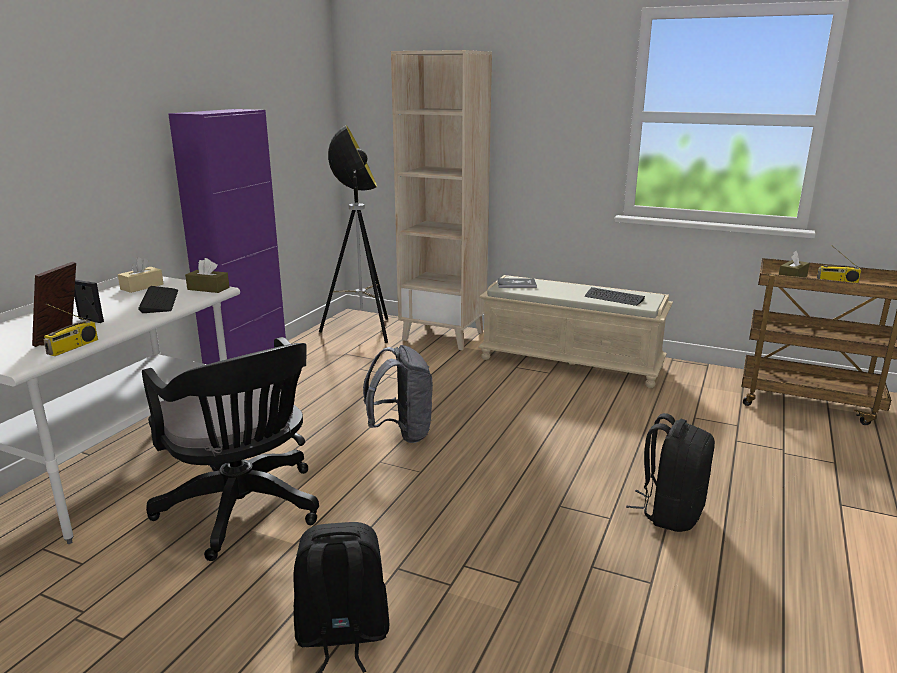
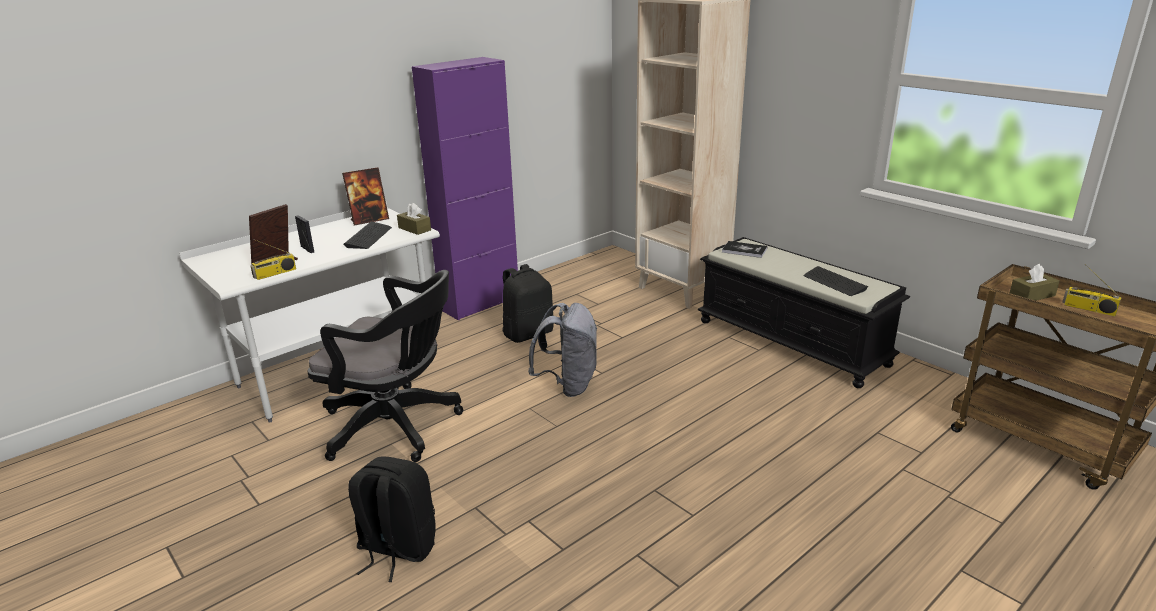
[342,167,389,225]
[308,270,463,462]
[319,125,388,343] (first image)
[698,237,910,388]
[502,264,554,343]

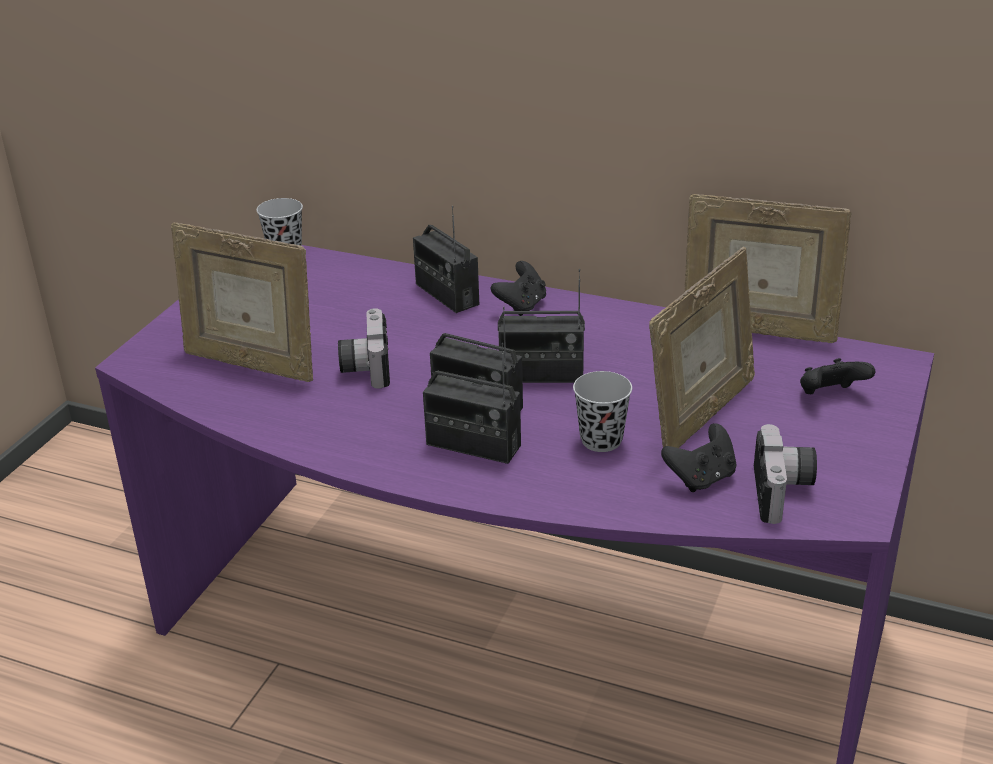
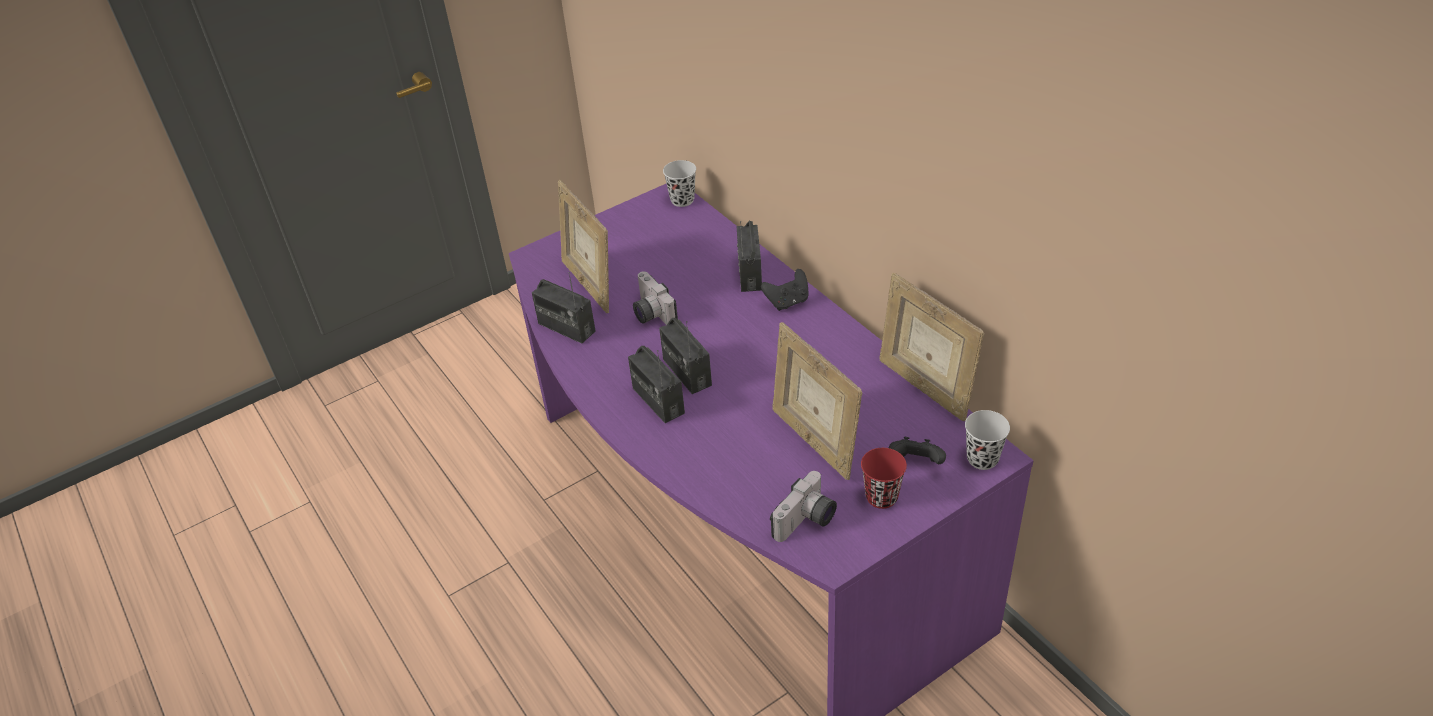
[633,271,678,325]
[532,272,596,344]
[965,410,1010,470]
[772,322,862,480]
[661,423,736,492] (first image)
[861,448,907,509]

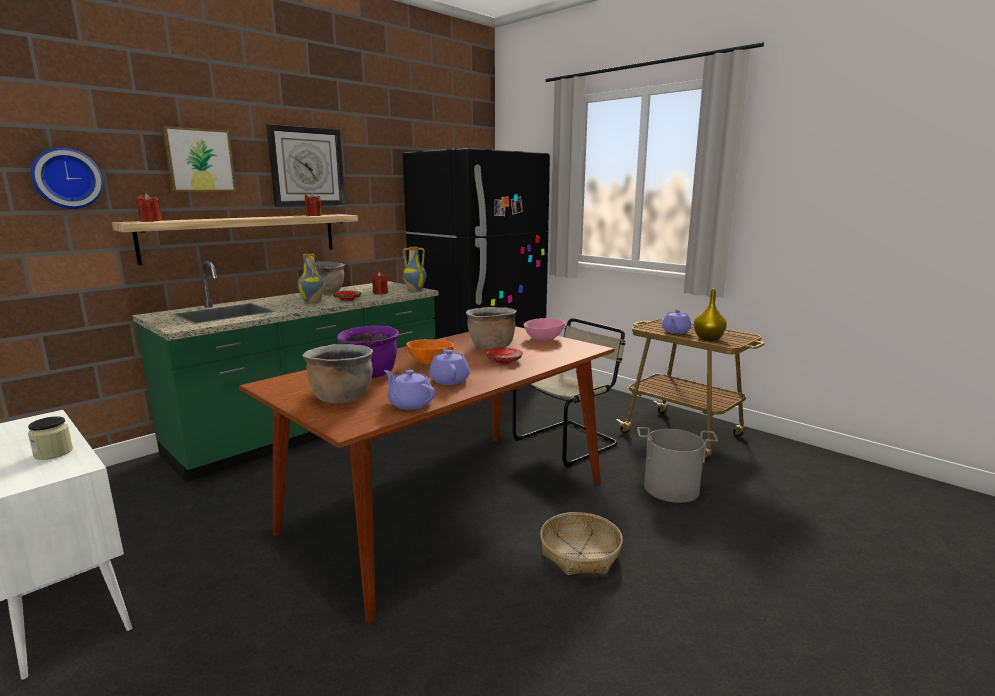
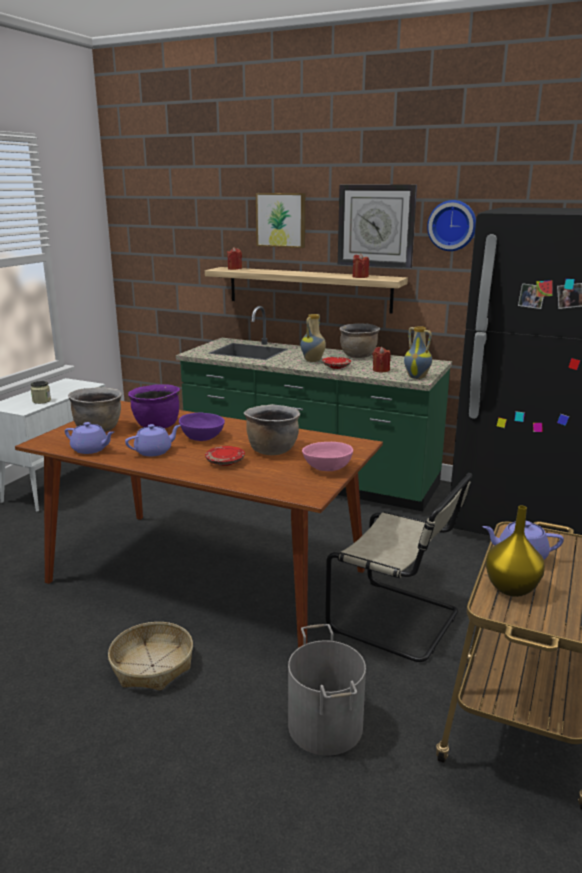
[427,200,476,251]
[65,422,114,454]
[179,413,225,441]

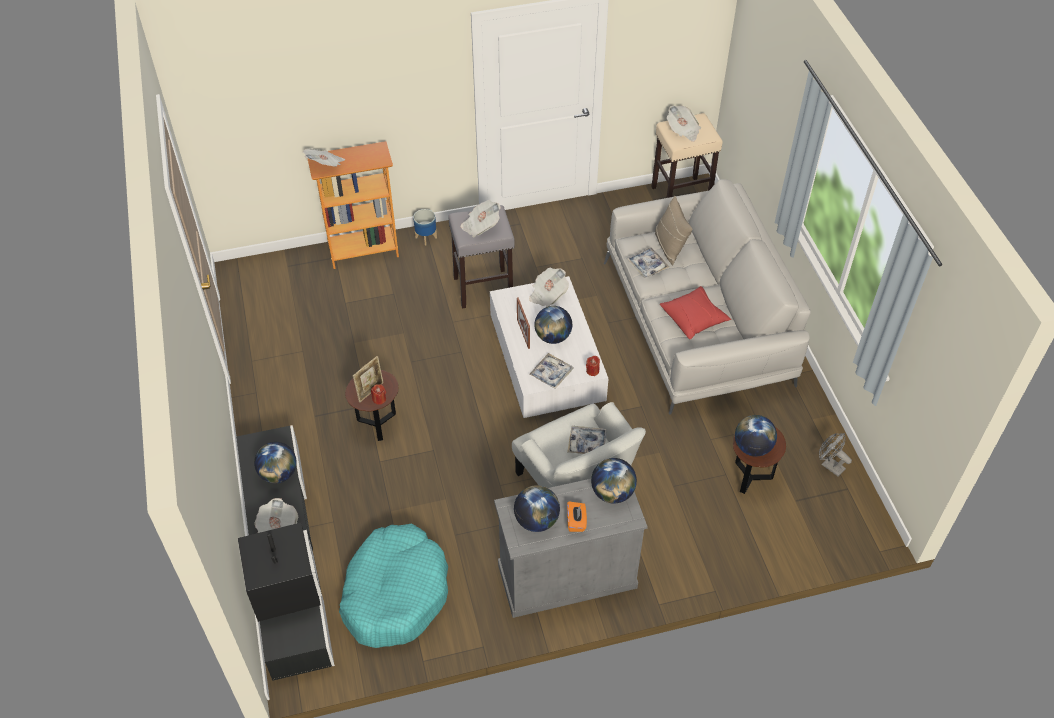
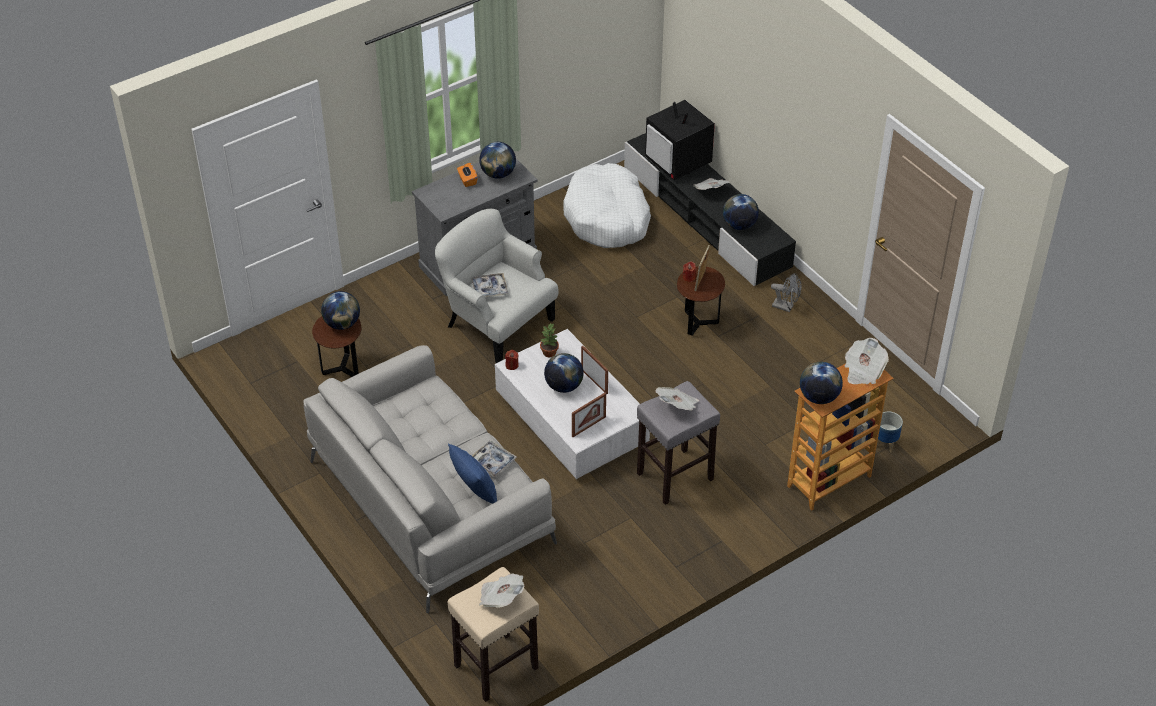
[564,163,651,248]
[877,412,903,453]
[572,393,606,437]
[540,324,559,357]
[800,362,843,404]
[448,444,497,503]
[660,286,731,339] (first image)
[771,273,802,312]

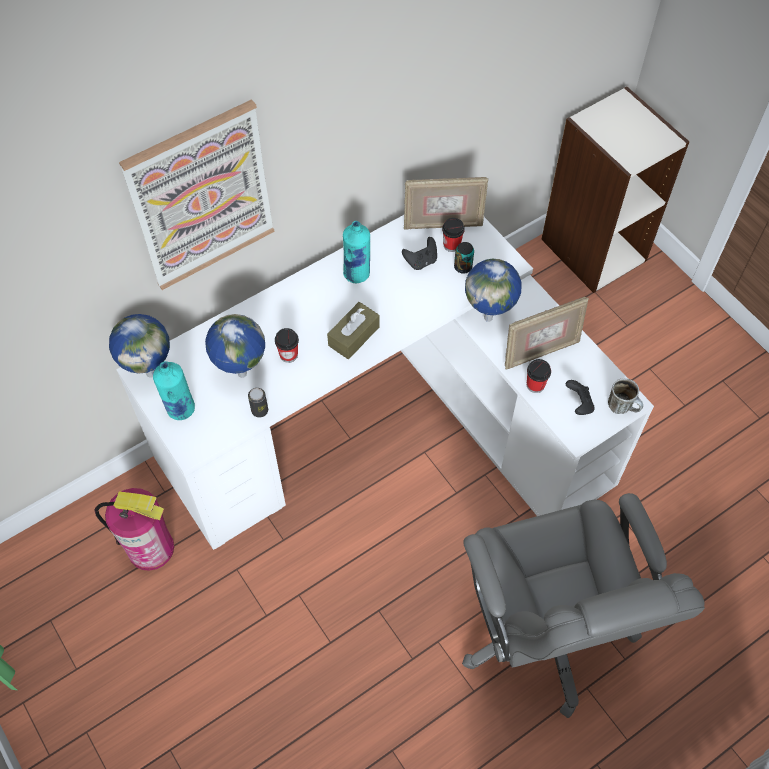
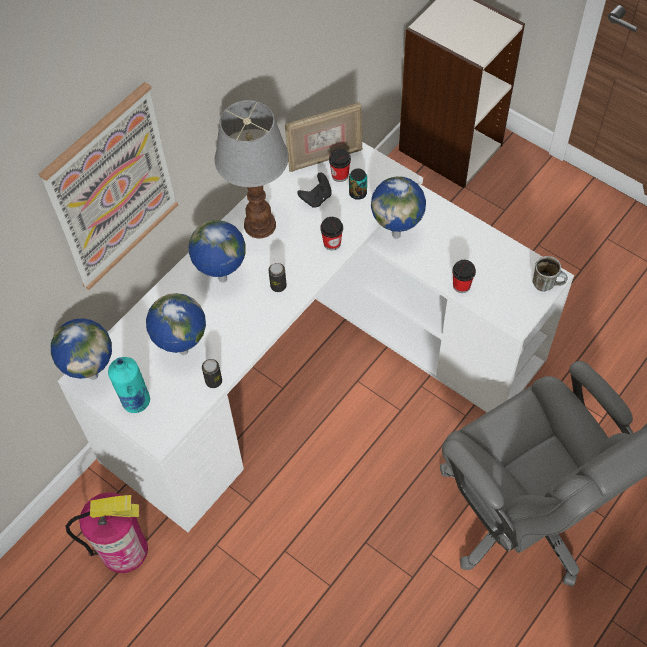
[320,217,343,250]
[268,263,287,292]
[214,100,289,239]
[505,297,588,370] (first image)
[566,380,594,415] (first image)
[188,220,246,282]

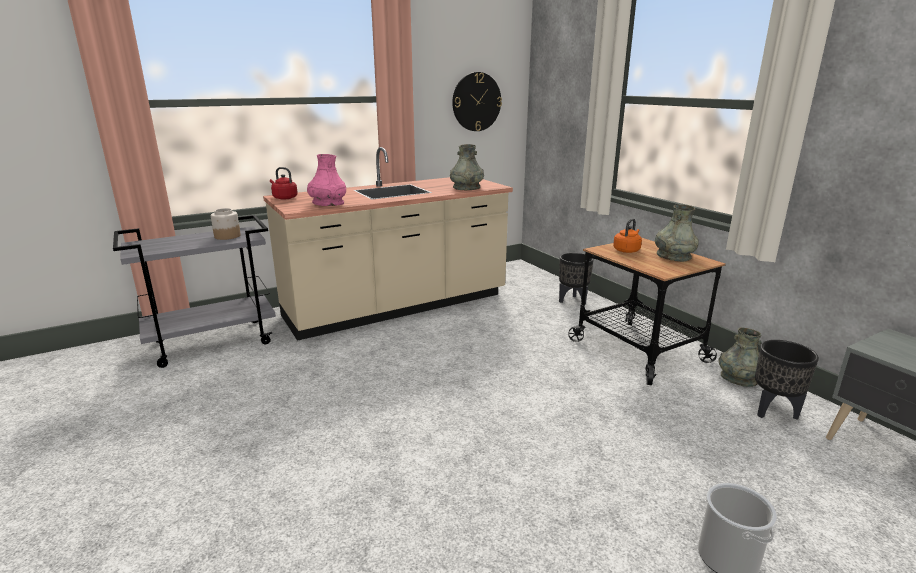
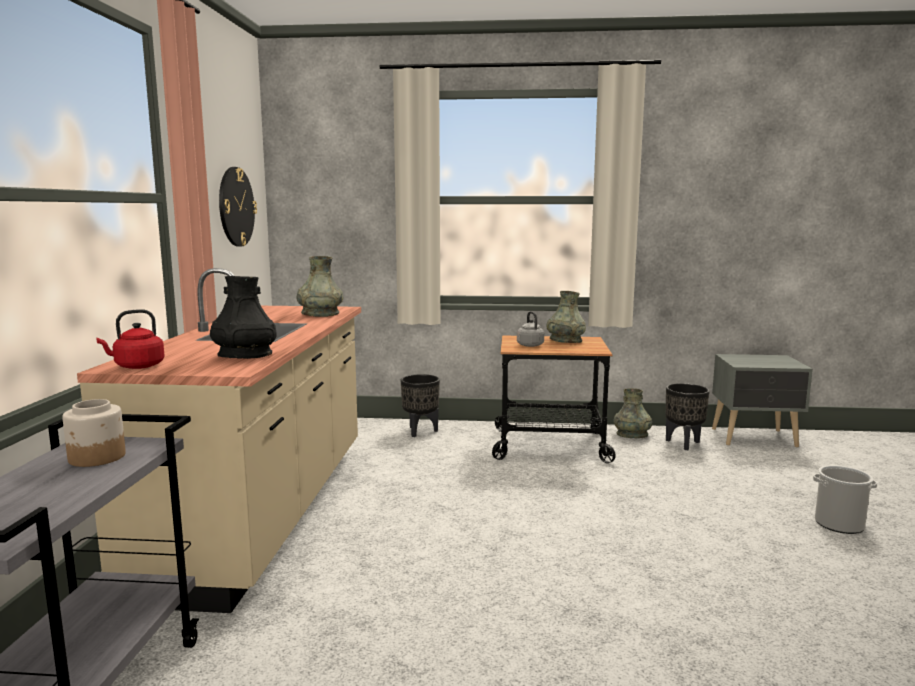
[210,276,277,359]
[517,311,544,347]

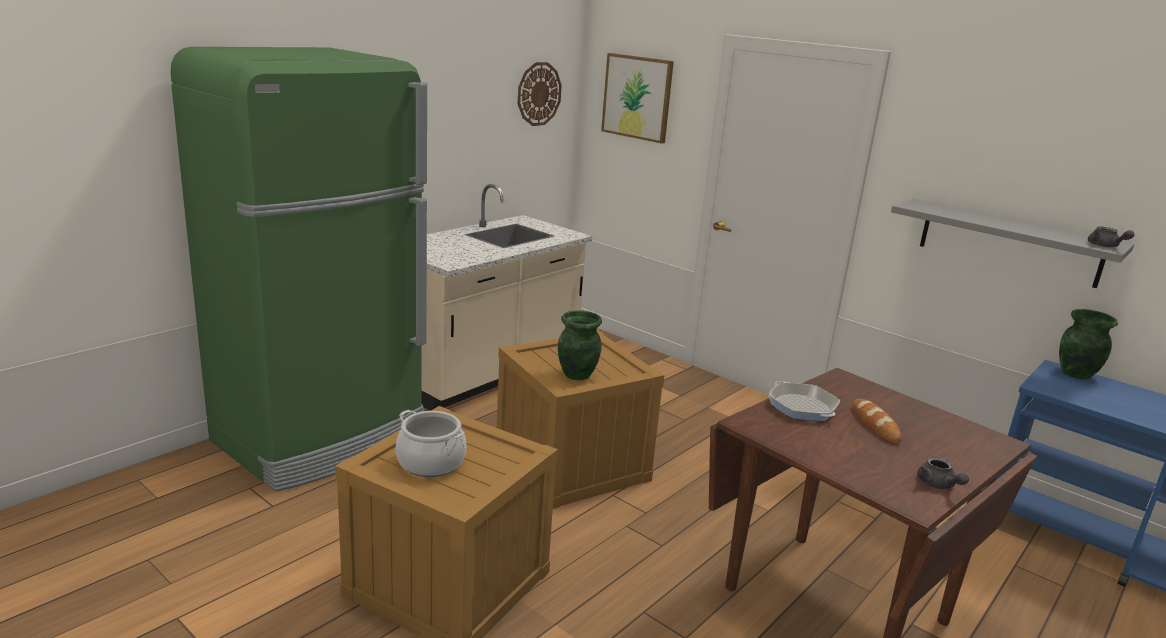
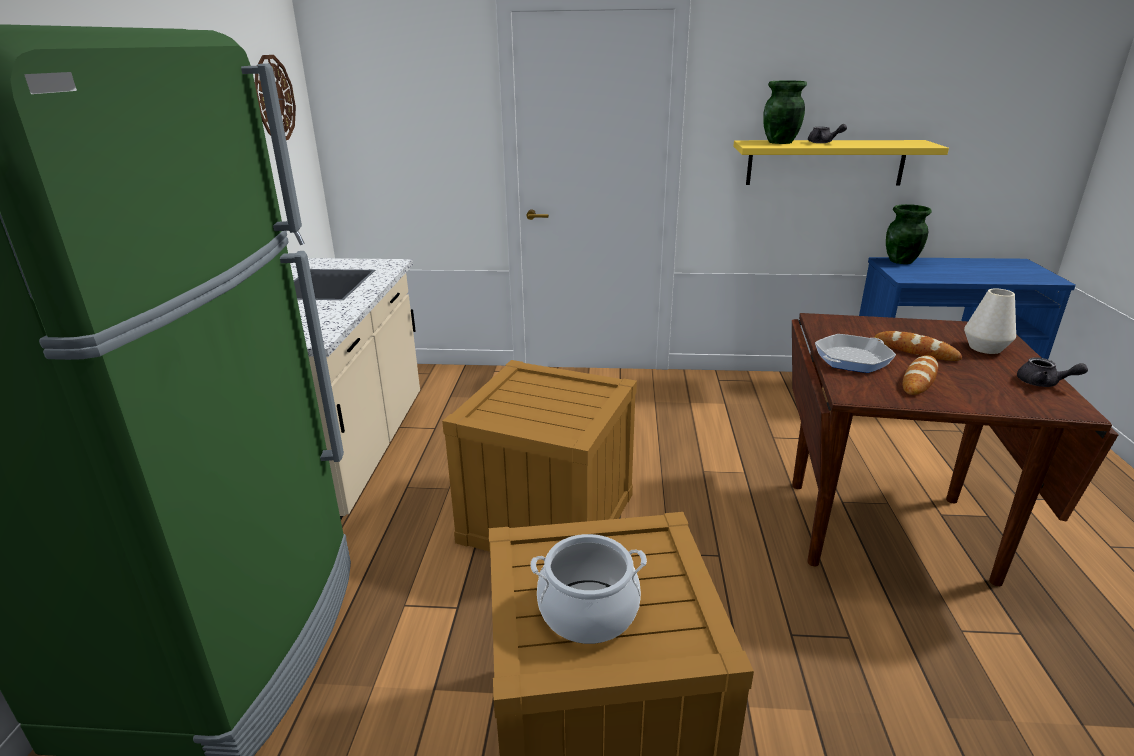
[763,80,807,144]
[601,53,674,144] (first image)
[815,334,896,373]
[733,140,949,186]
[808,124,847,143]
[903,355,938,395]
[964,288,1016,354]

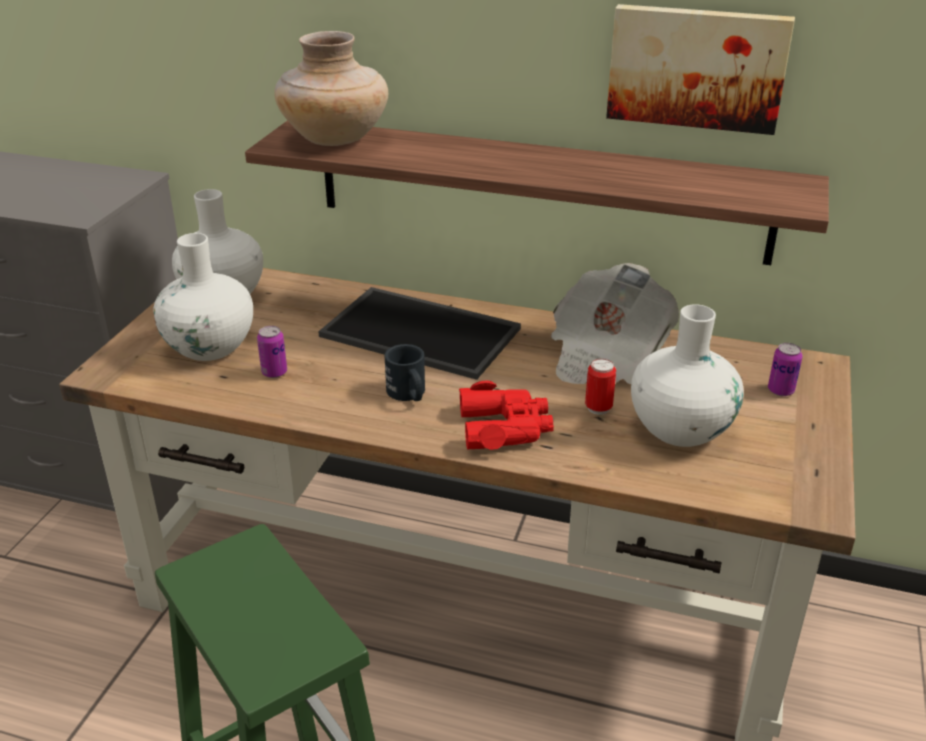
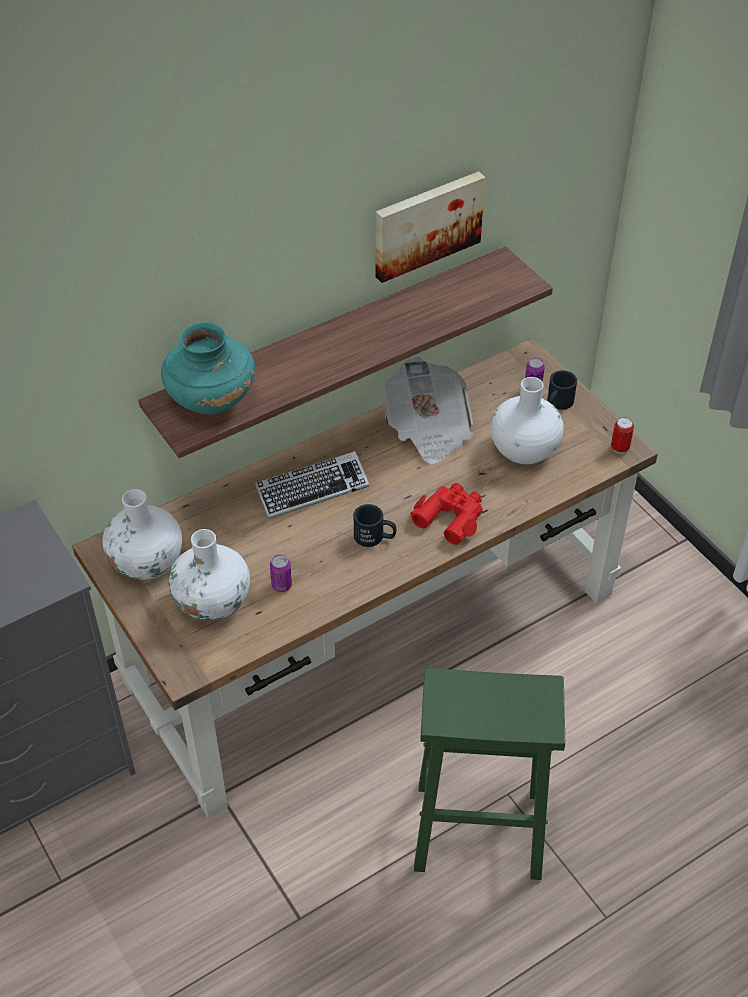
[161,322,255,415]
[255,451,369,519]
[611,417,634,454]
[547,370,577,410]

